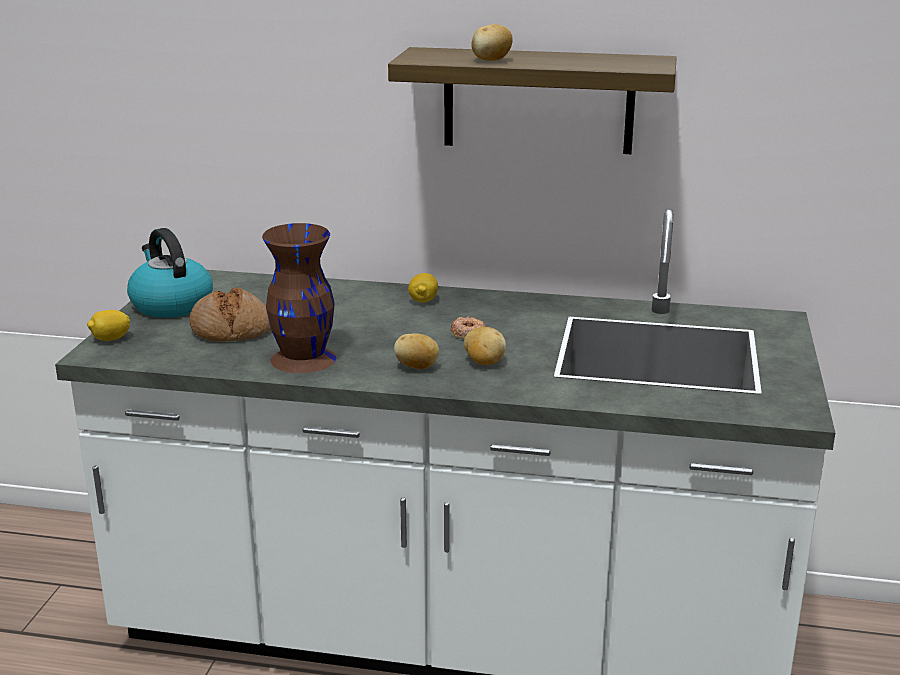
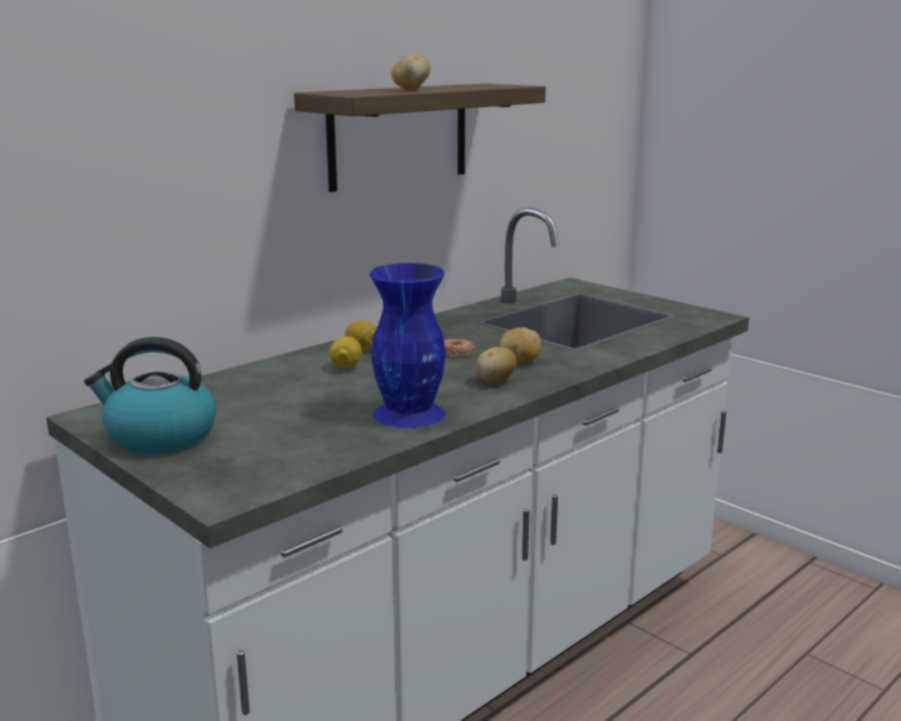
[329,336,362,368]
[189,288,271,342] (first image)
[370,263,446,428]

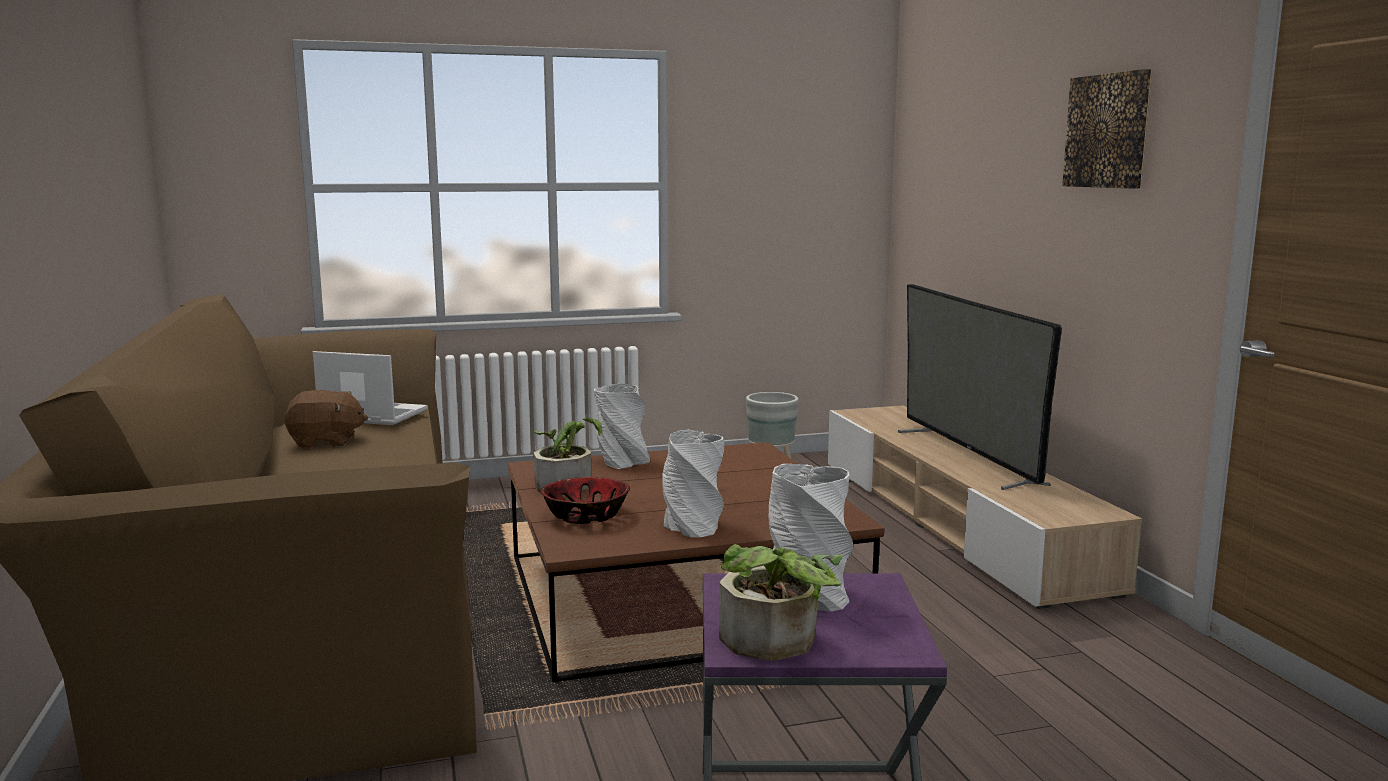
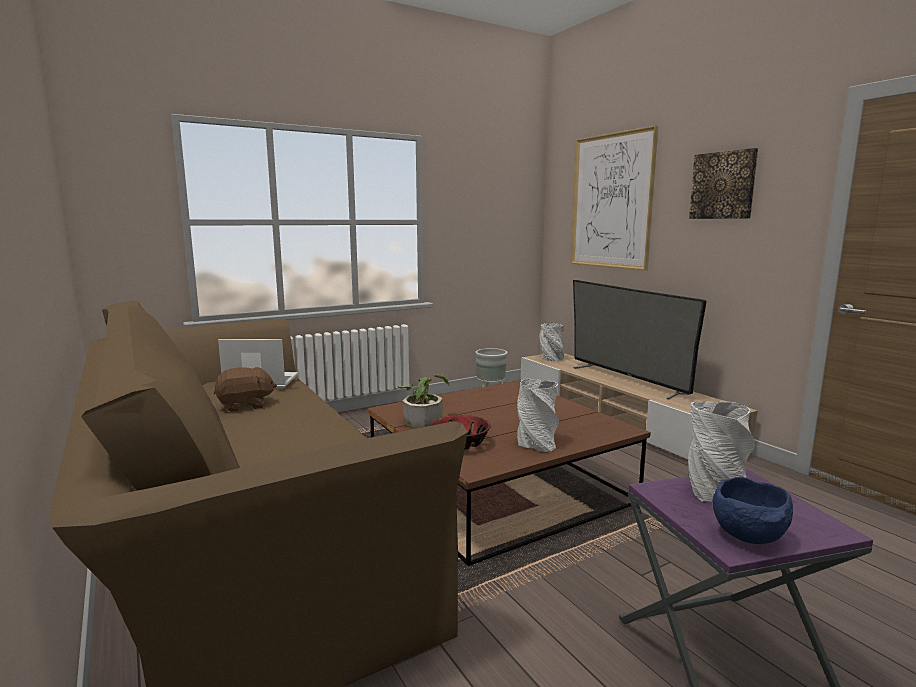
[539,323,564,362]
[712,477,793,544]
[570,125,658,270]

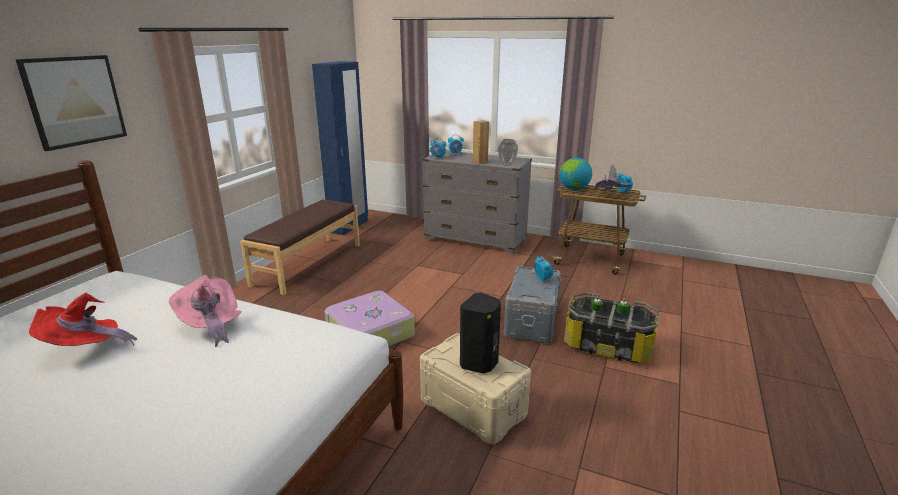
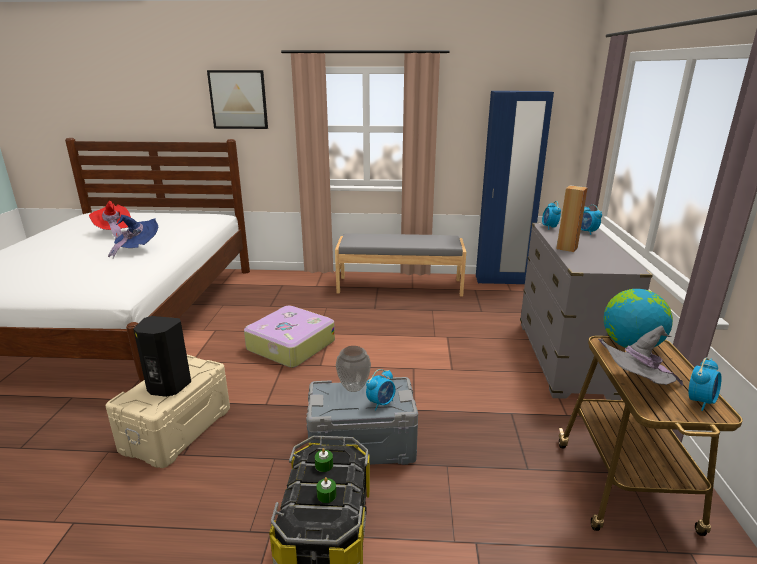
[108,215,158,259]
[335,234,466,296]
[336,346,371,392]

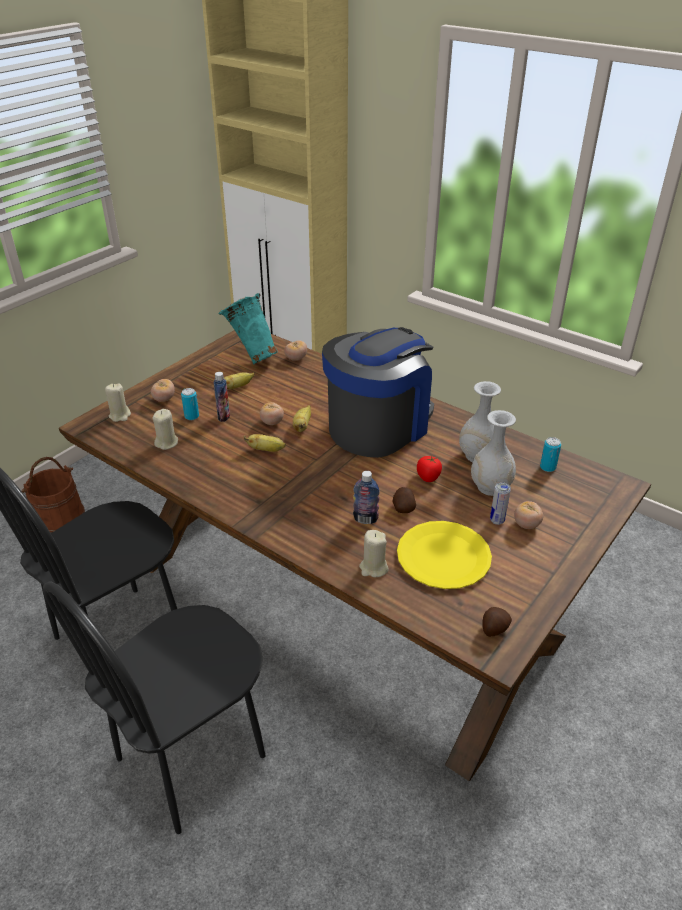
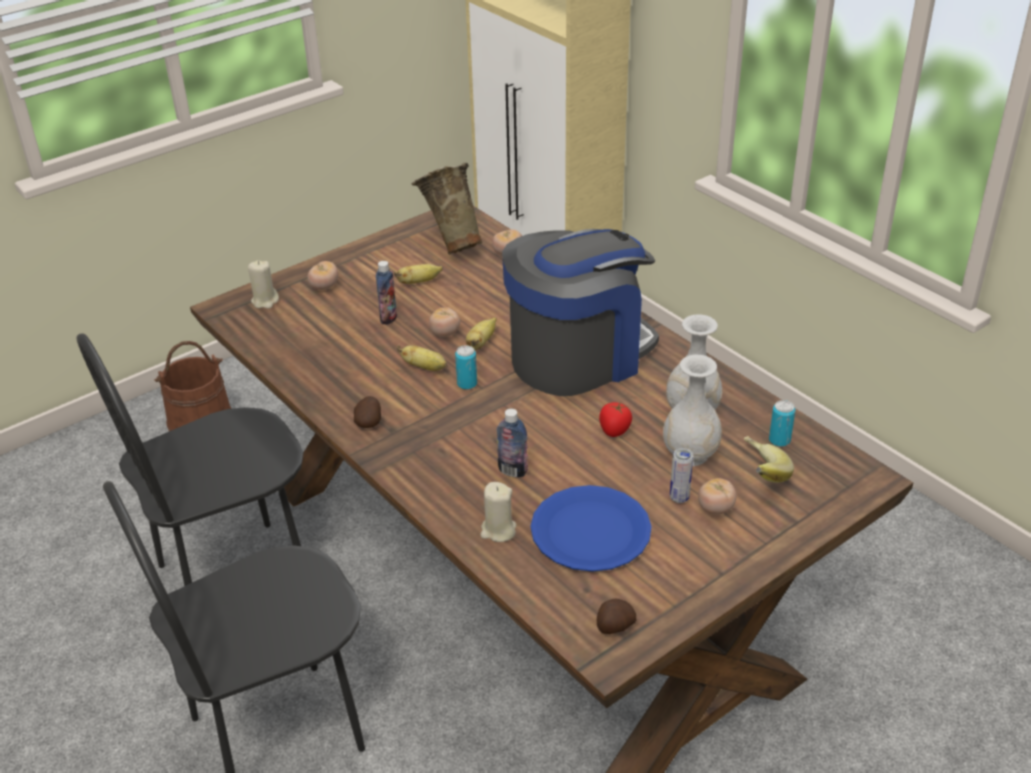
[152,409,178,450] (first image)
[455,345,477,390]
[412,163,482,255]
[354,396,381,428]
[531,485,652,572]
[744,436,794,483]

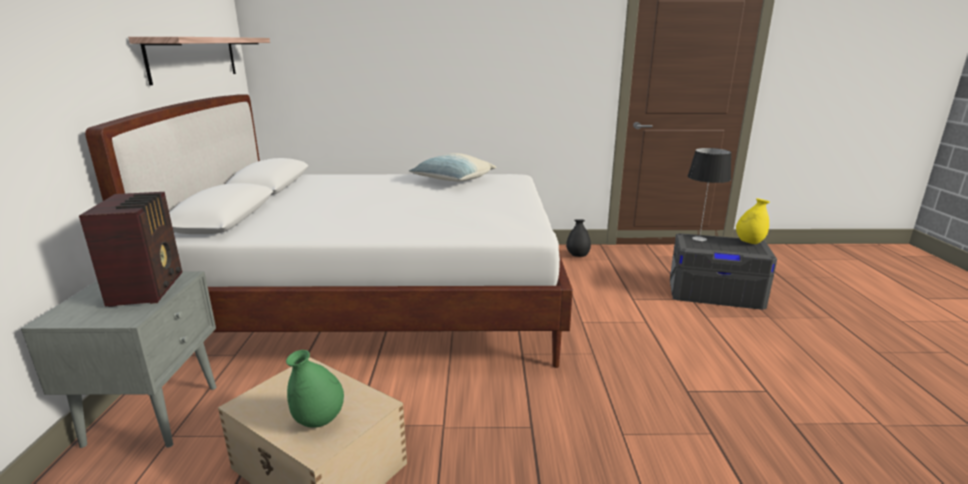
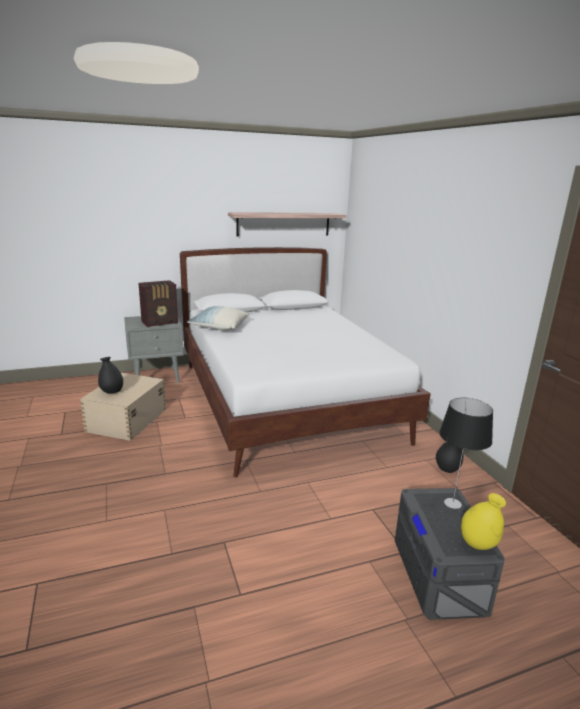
[98,357,123,394]
[187,306,249,330]

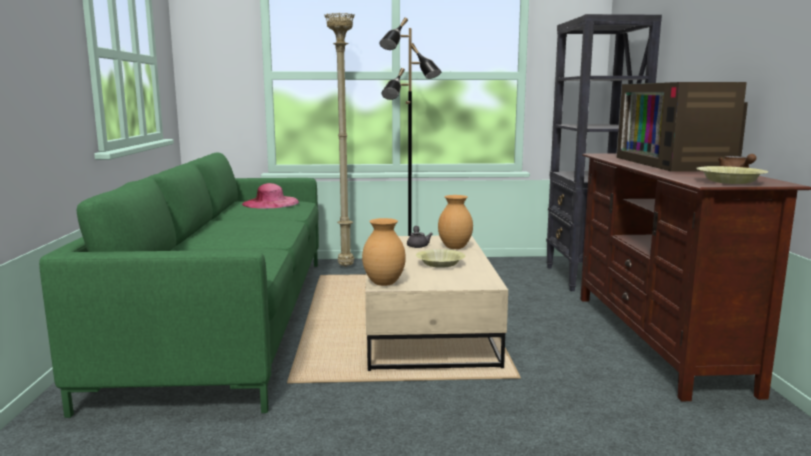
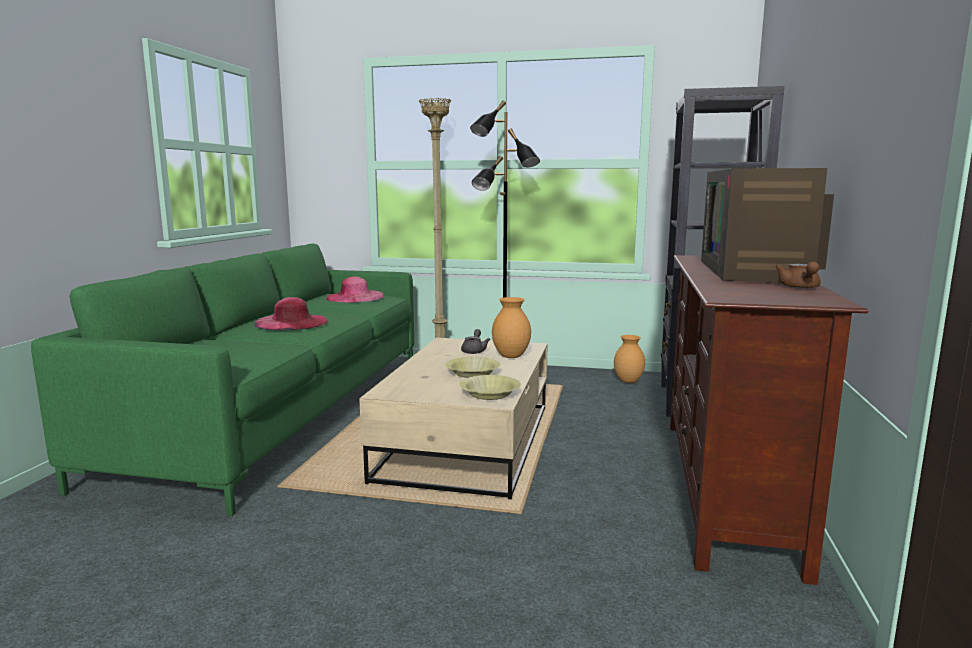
[614,335,645,383]
[459,375,521,400]
[254,297,328,330]

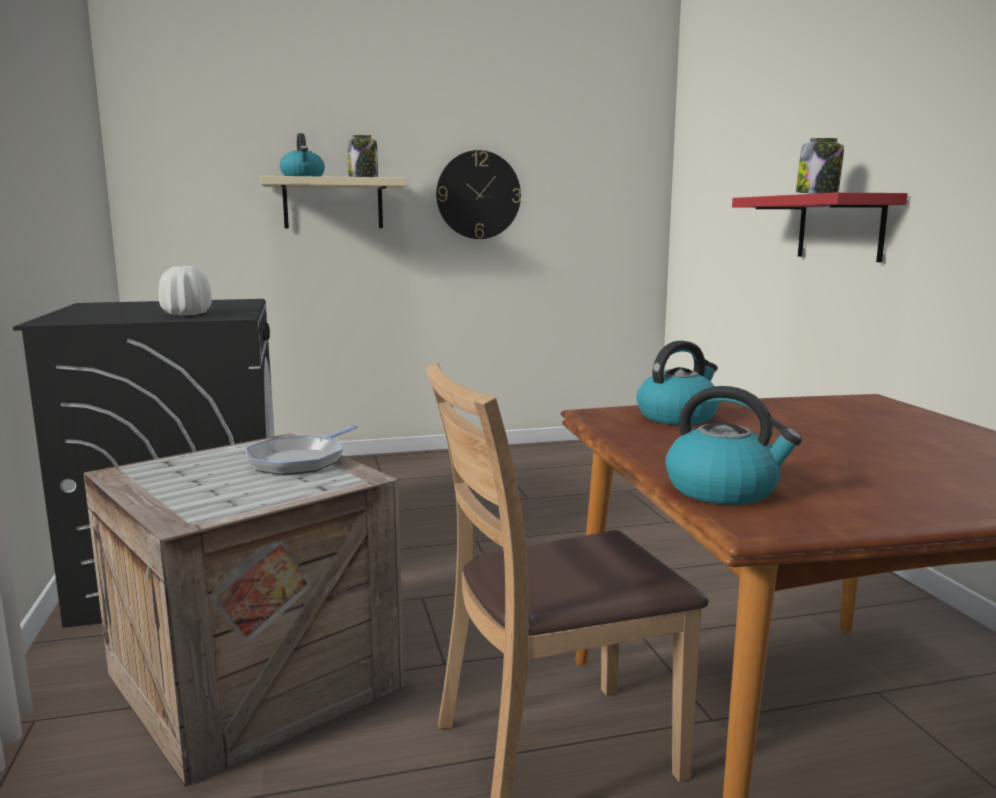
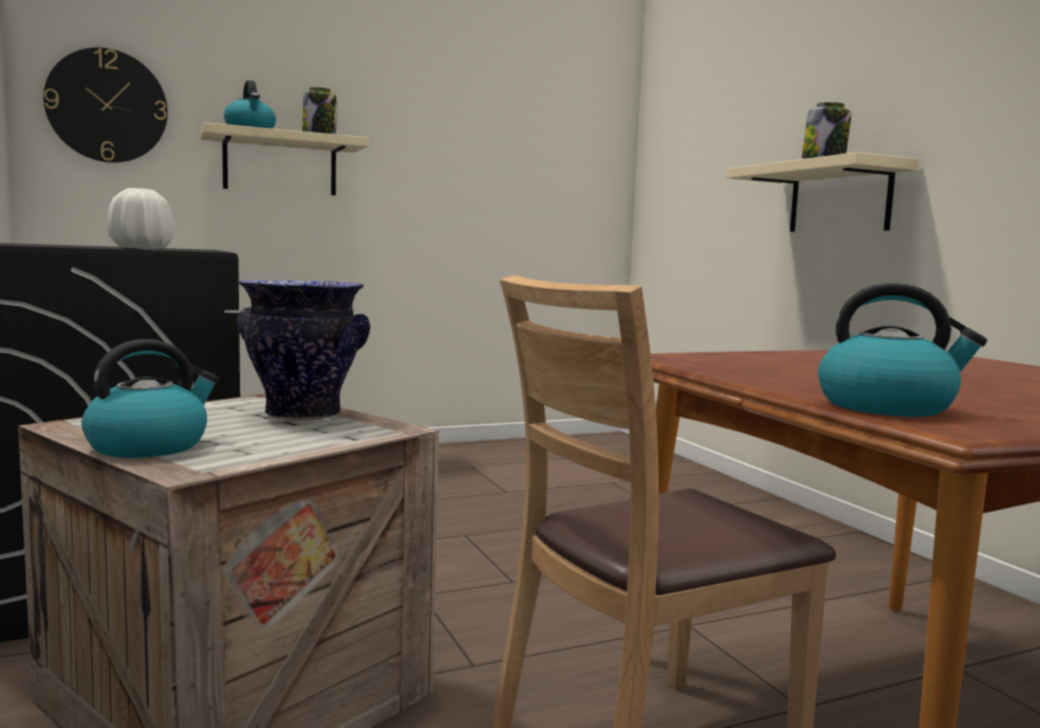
[237,280,370,421]
[44,47,168,163]
[81,339,219,458]
[726,152,918,232]

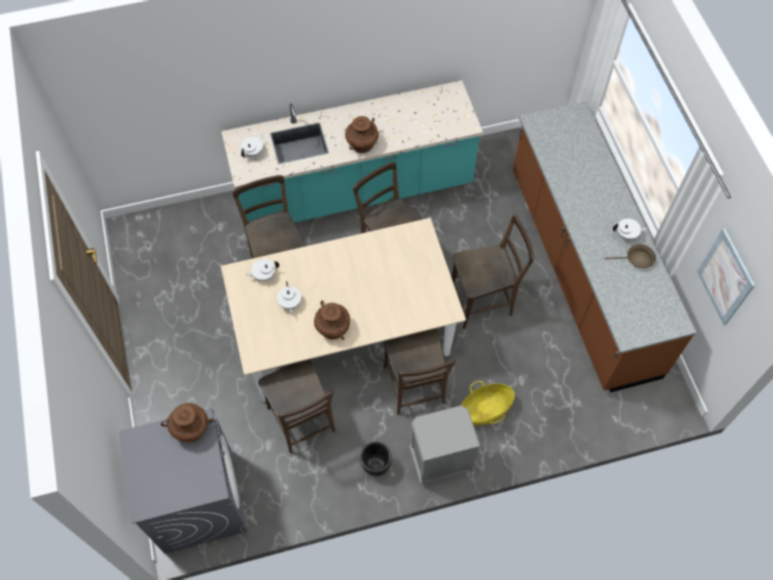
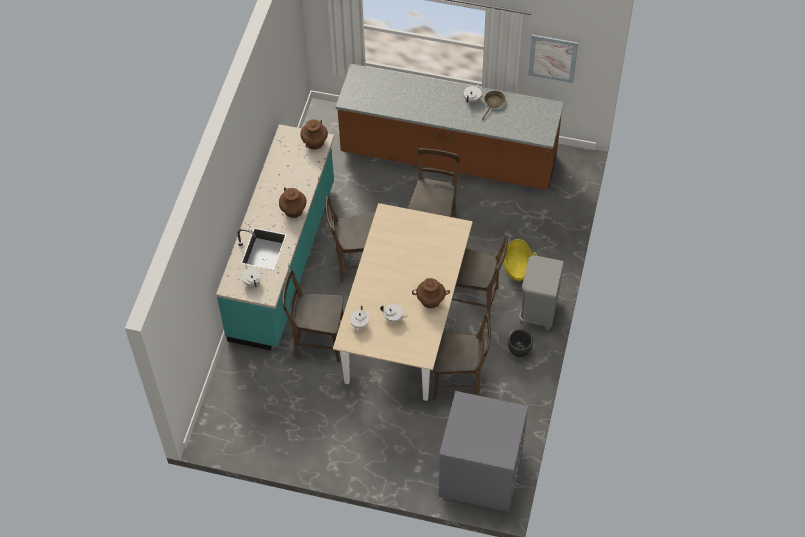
[300,119,328,150]

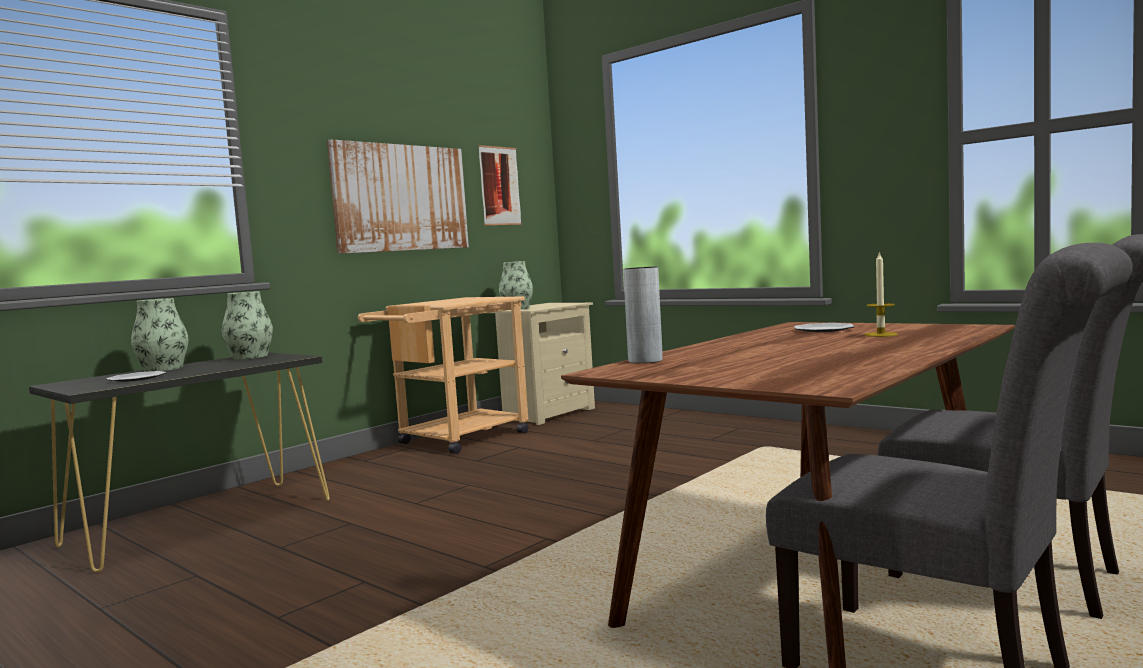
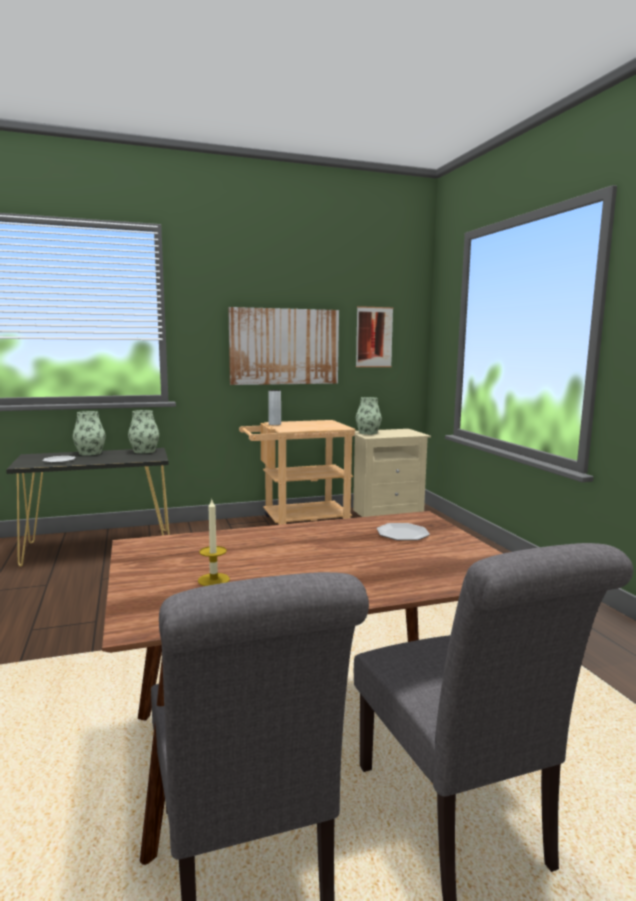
[268,390,281,425]
[198,500,230,586]

